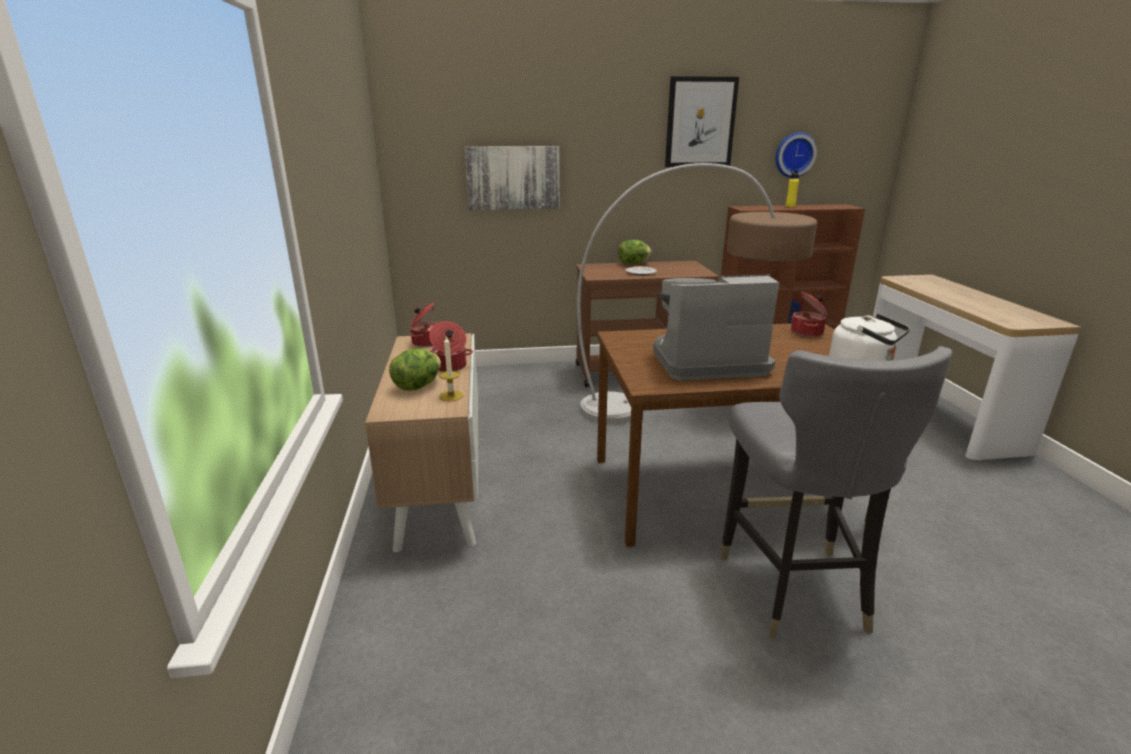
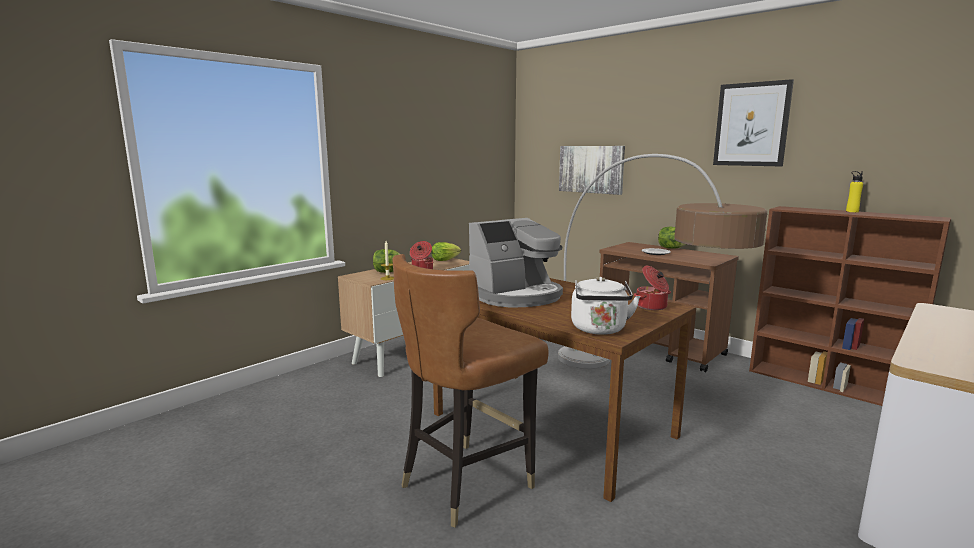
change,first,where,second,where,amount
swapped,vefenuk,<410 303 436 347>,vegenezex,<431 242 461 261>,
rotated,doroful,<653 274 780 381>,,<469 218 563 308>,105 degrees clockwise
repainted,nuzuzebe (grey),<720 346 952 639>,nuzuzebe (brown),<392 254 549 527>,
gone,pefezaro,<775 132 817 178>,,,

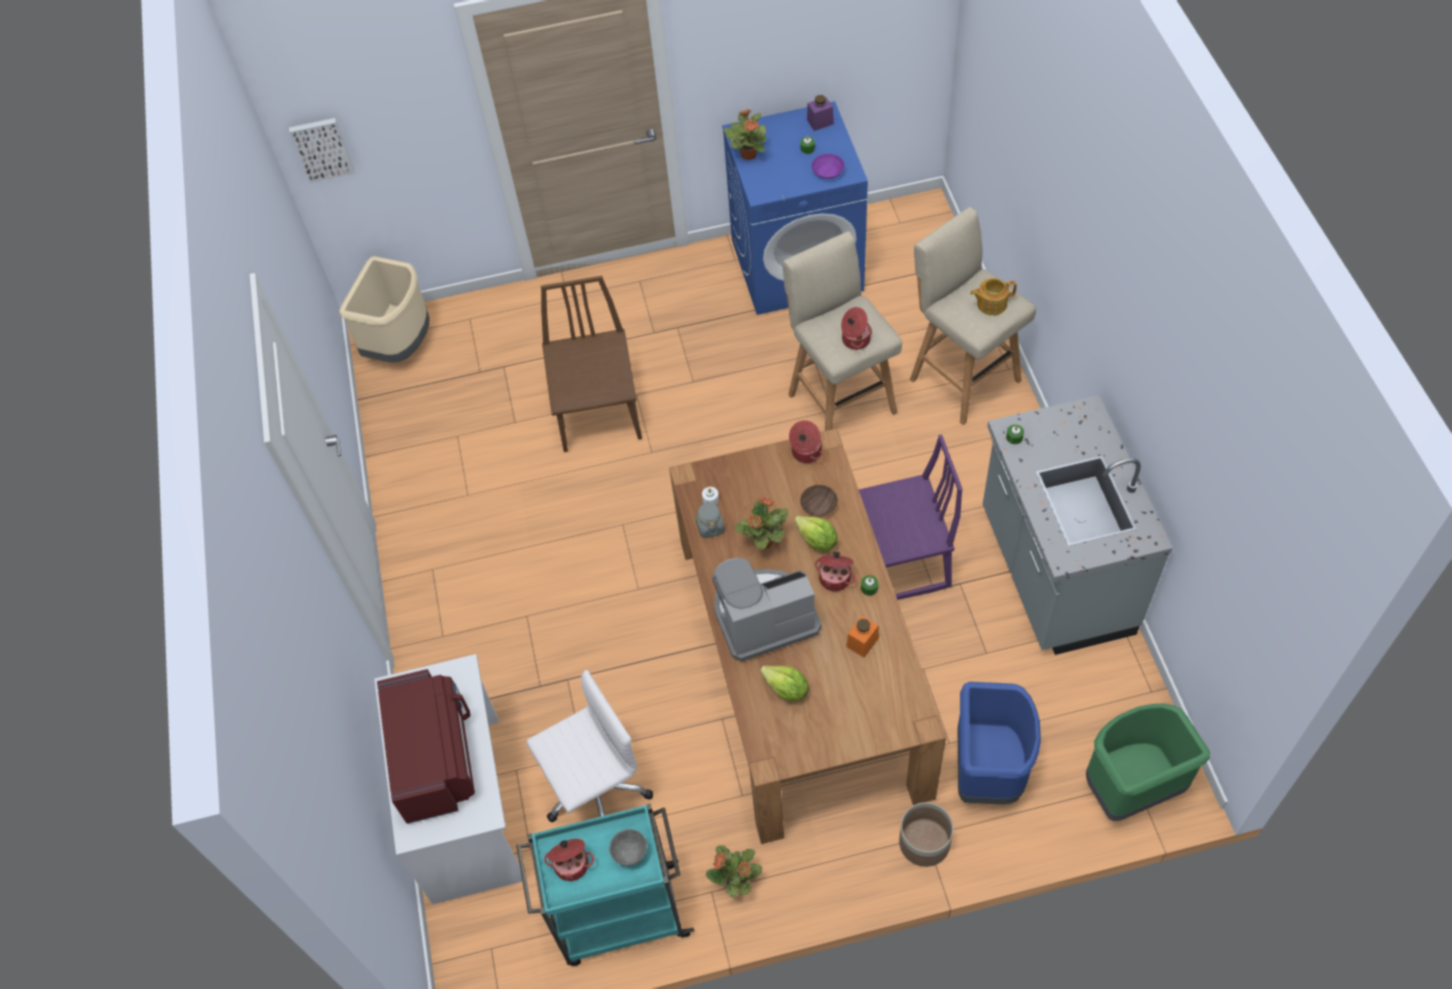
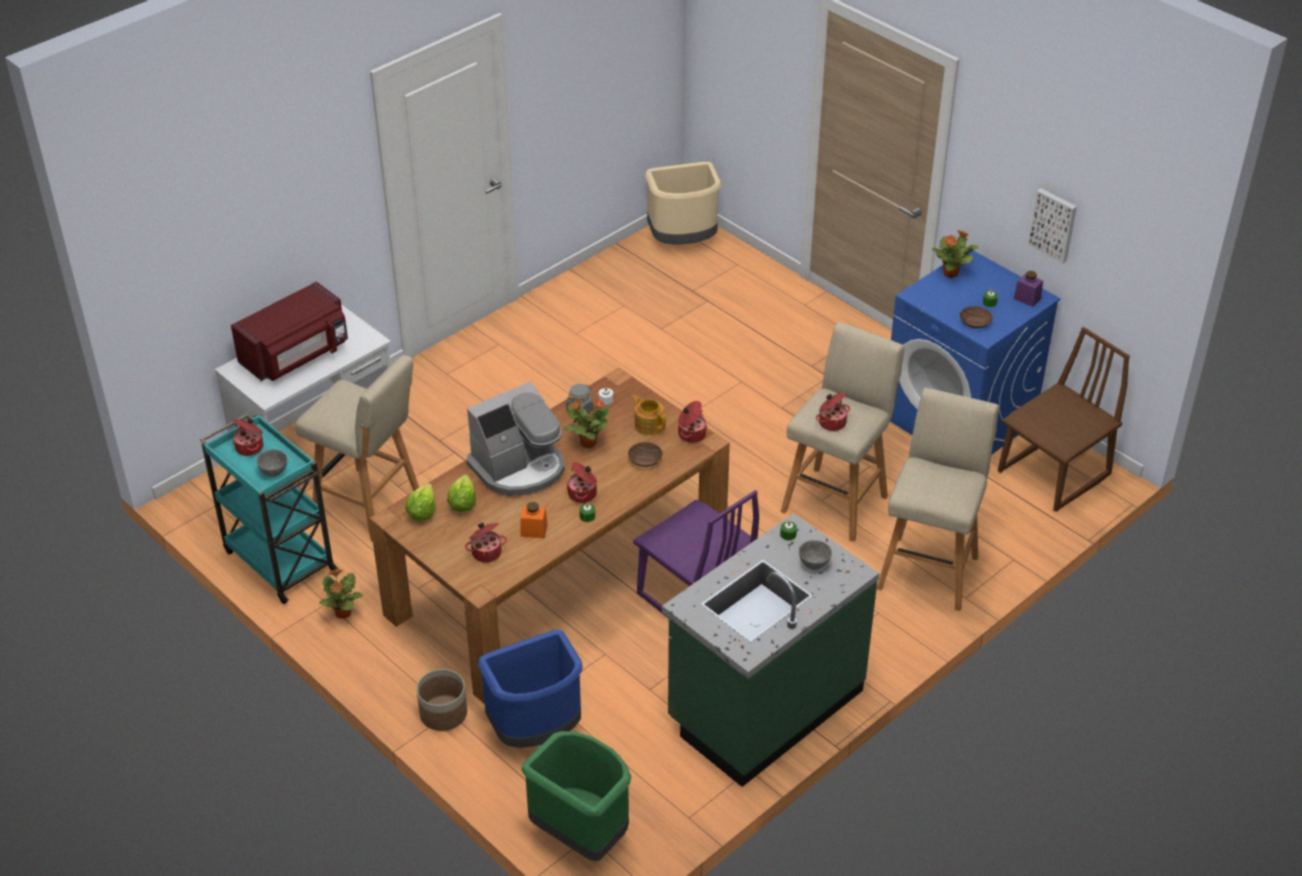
change,first,where,second,where,amount
shifted,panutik,<289 118 355 183>,,<1028 188 1077 263>,
swapped,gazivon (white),<526 669 653 822>,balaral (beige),<295 355 419 542>,
shifted,nuzuzebe (brown),<541 276 642 452>,,<998 327 1130 512>,
rotated,doroful,<712 558 821 661>,,<466 382 565 496>,105 degrees clockwise
shifted,vegenezex,<794 516 838 551>,,<405 483 436 521>,
repainted,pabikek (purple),<811 154 845 179>,pabikek (brown),<960 306 993 329>,
shifted,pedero,<970 278 1017 315>,,<632 395 666 435>,
repainted,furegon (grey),<983 395 1173 655>,furegon (green),<662 513 880 787>,
new,,,vefenuk,<465 522 507 562>,
new,,,pabikek (grey),<799 540 832 570>,

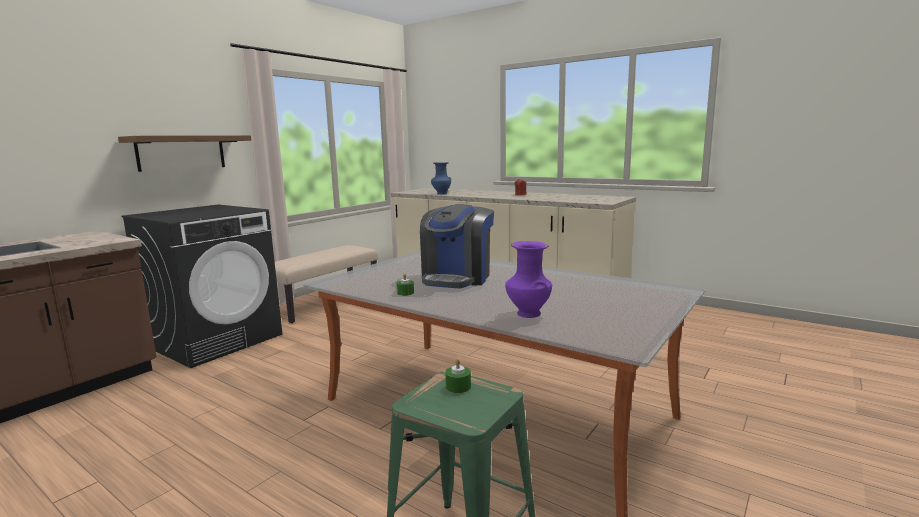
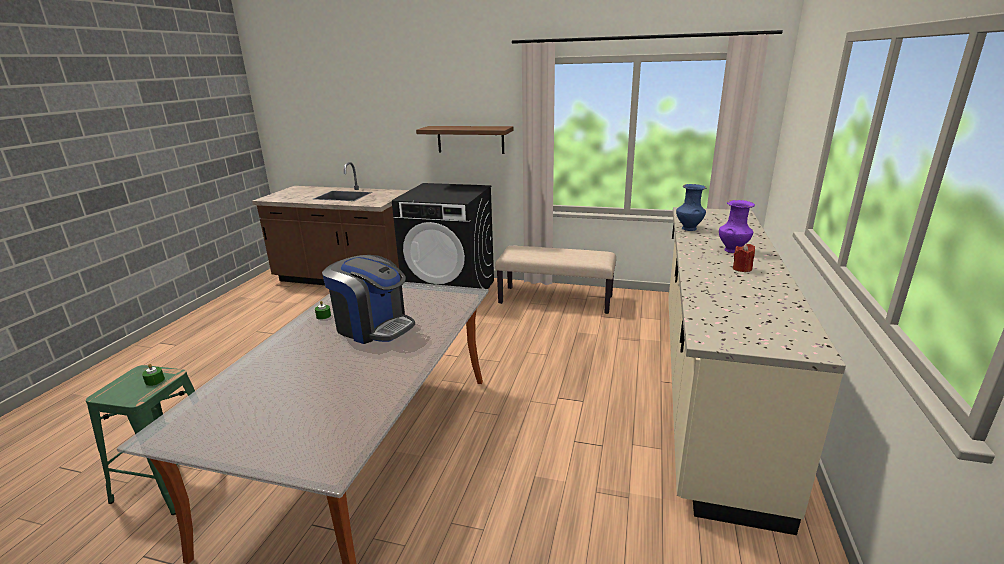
change,first,where,second,where,amount
rotated,doroful,<420 204 494 288>,,<322 255 415 344>,150 degrees counterclockwise
shifted,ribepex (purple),<505 241 552 318>,,<719 200 755 253>,

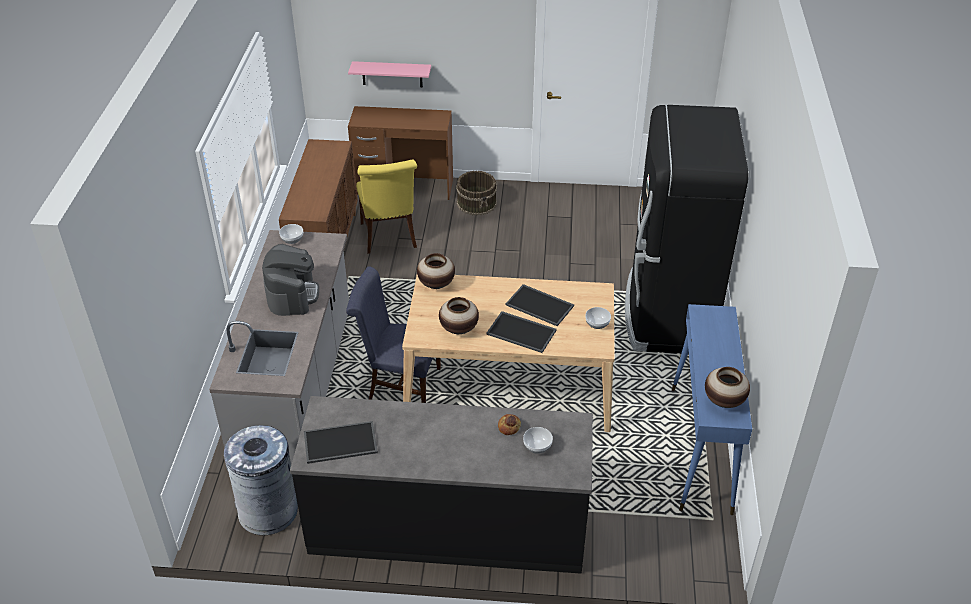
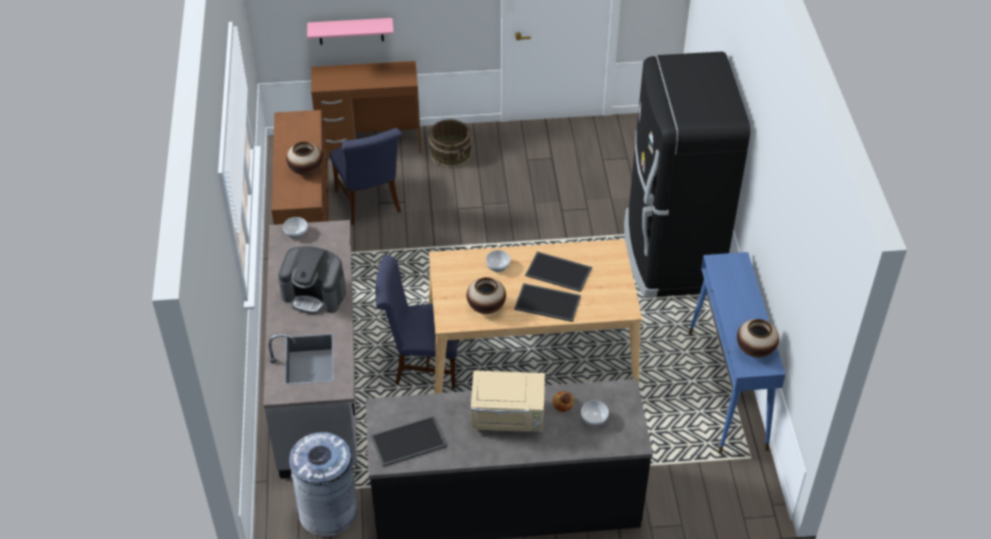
change,first,where,second,where,amount
rotated,doroful,<262 244 319 316>,,<278 246 346 314>,120 degrees clockwise
repainted,nuzuzebe (yellow),<356 159 417 254>,nuzuzebe (blue),<330 128 402 225>,
shifted,ribepex,<417 253 455 289>,,<286 141 322 175>,
shifted,pabikek,<585 307 611 329>,,<486 250 510 272>,
new,,,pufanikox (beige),<471 370 545 432>,

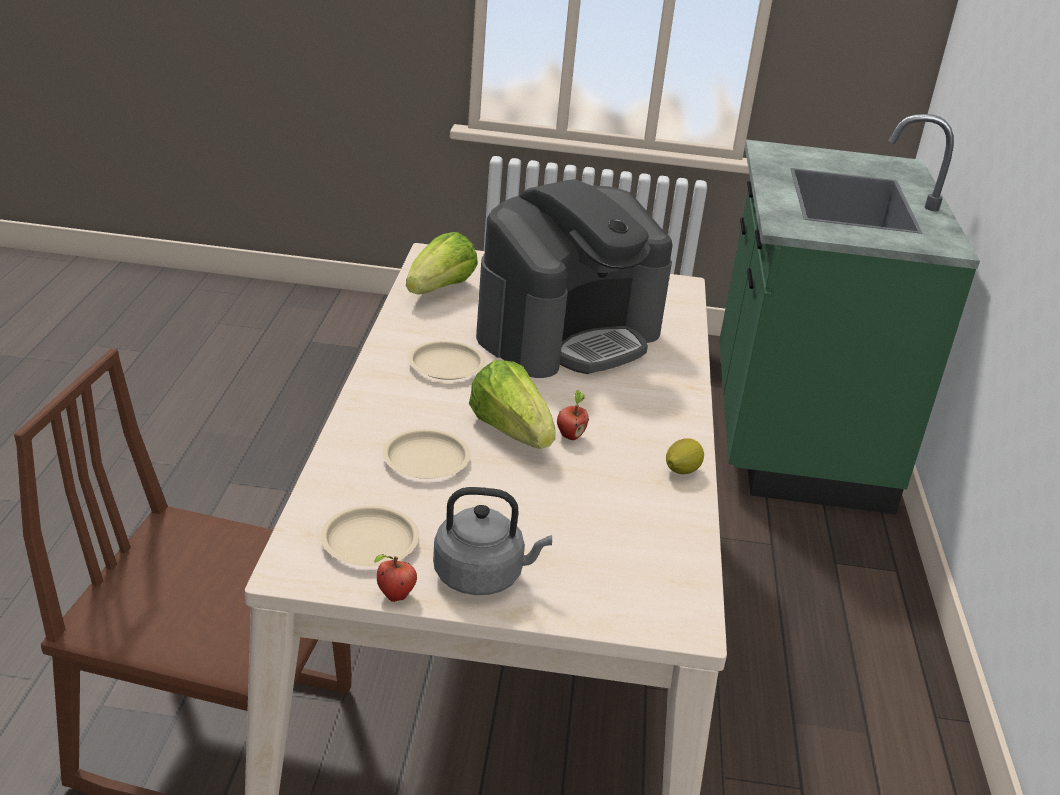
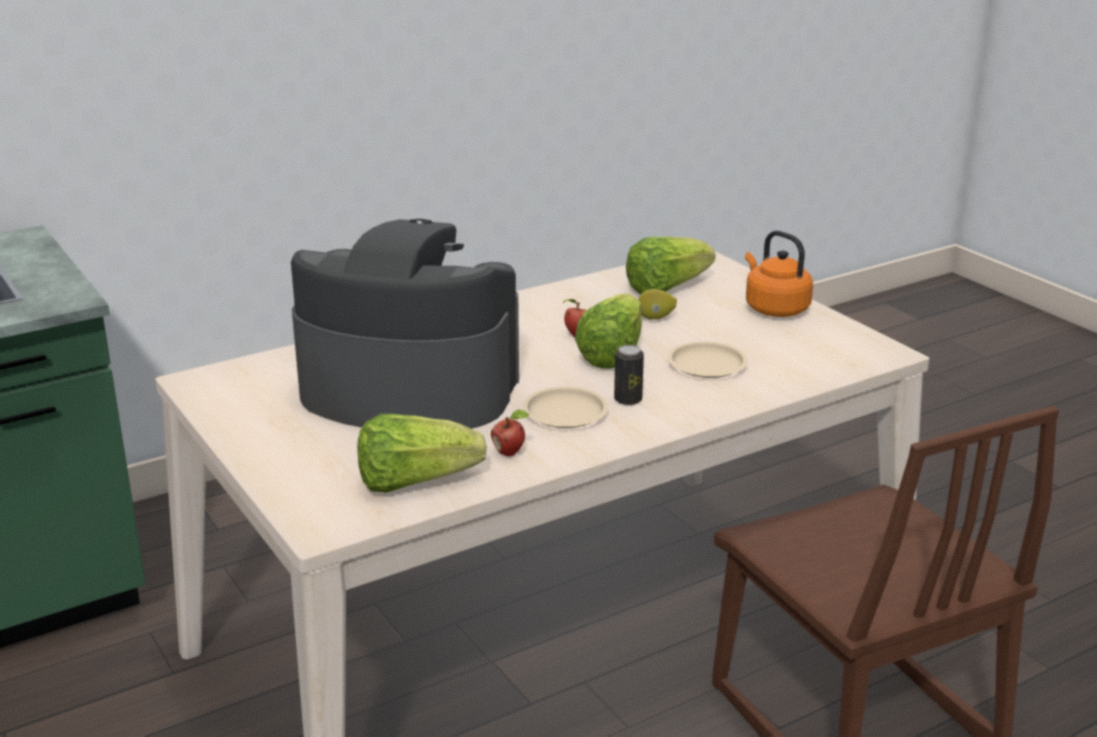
change,first,where,second,where,amount
gone,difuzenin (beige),<321 505 419 567>,,,
shifted,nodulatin,<374 554 417 602>,,<491 410 530 456>,
repainted,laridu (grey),<433 487 552 595>,laridu (orange),<745 231 813 317>,
shifted,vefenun,<666 438 704 474>,,<638 289 677 320>,
new,,,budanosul,<614 345 644 405>,
new,,,vegenezex,<626 237 715 294>,

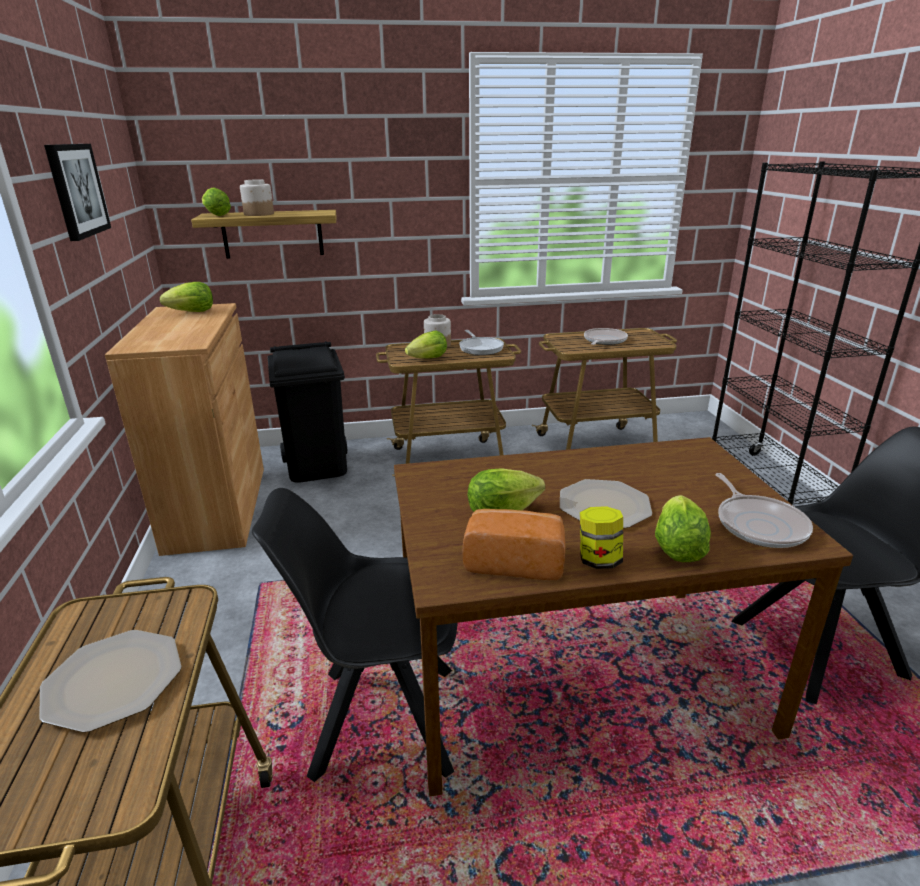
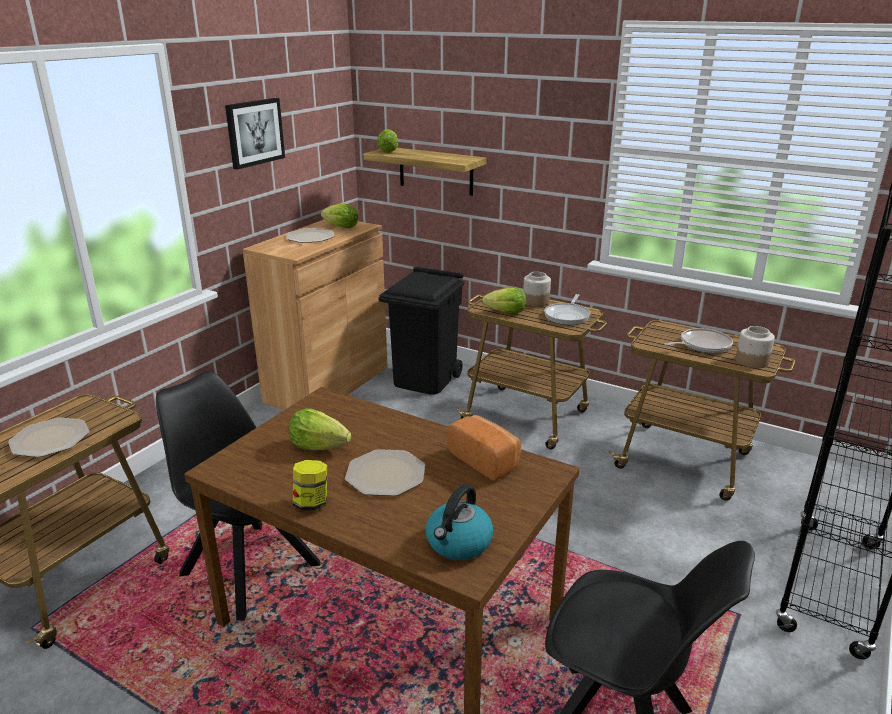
change,first,where,second,where,amount
shifted,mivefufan,<240 179 274 216>,,<736 326 775 368>,
shifted,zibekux,<462 509 565 580>,,<447 415 521 481>,
gone,vegenezex,<655 495 711 562>,,,
swapped,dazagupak,<716 473 813 548>,laridu,<425 484 493 560>,
new,,,difuzenin,<287 228 334 243>,

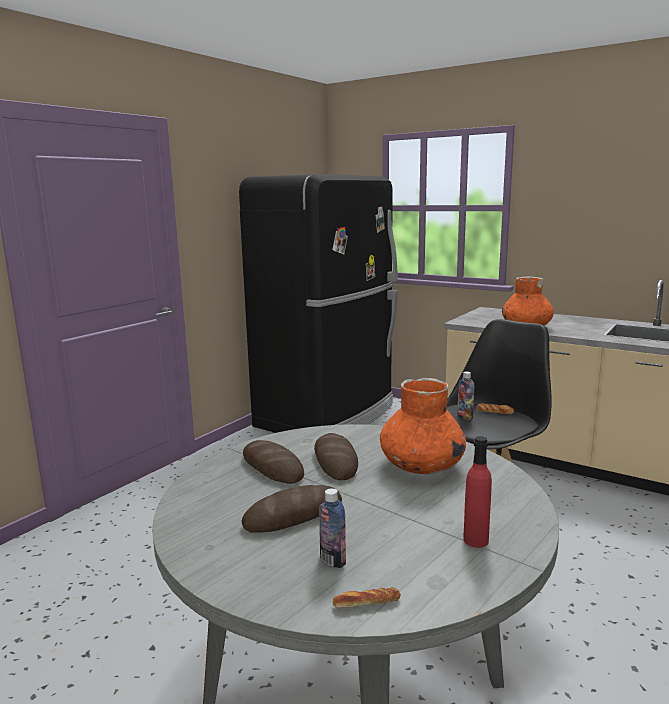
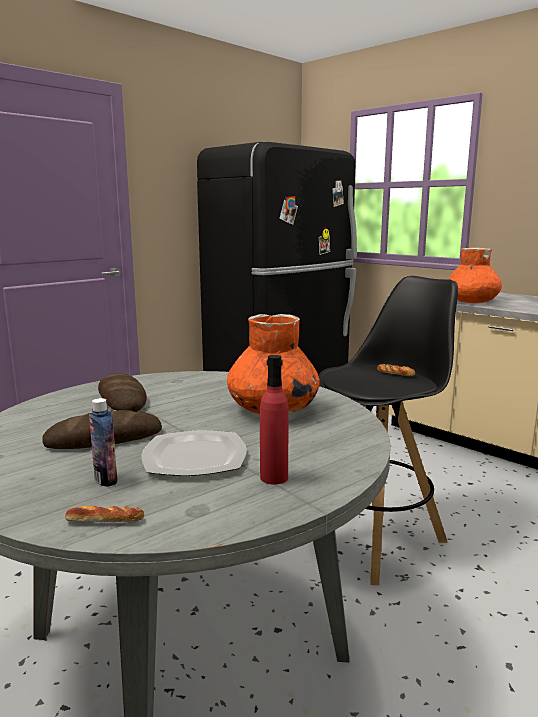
change,first,where,second,where,amount
gone,zibekux,<314 433 358 480>,,,
gone,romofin,<457 371 474 420>,,,
new,,,difuzenin,<142 431 247 476>,

